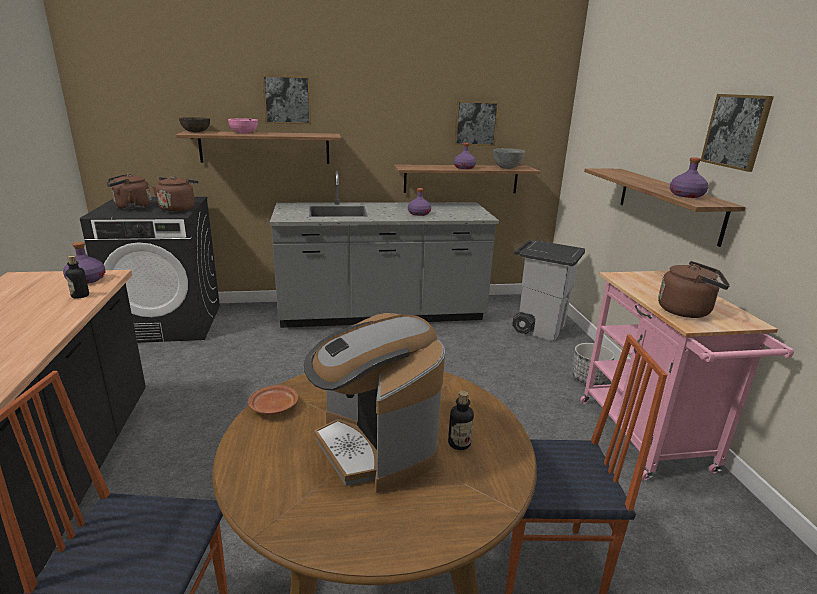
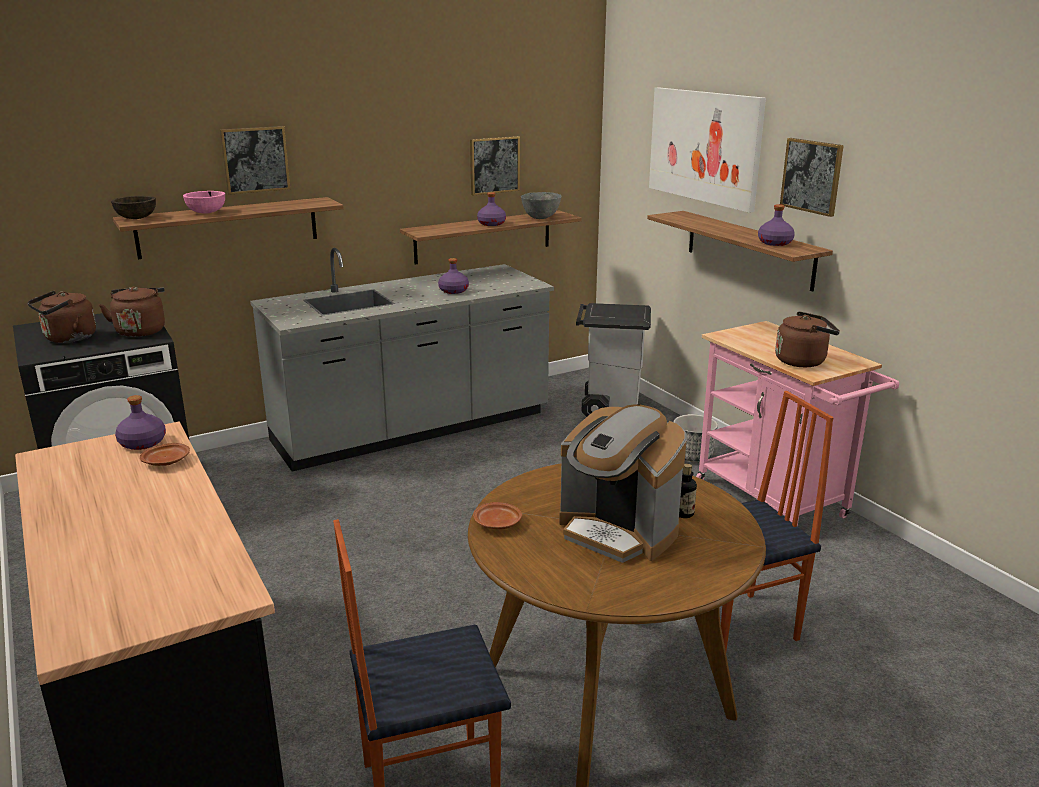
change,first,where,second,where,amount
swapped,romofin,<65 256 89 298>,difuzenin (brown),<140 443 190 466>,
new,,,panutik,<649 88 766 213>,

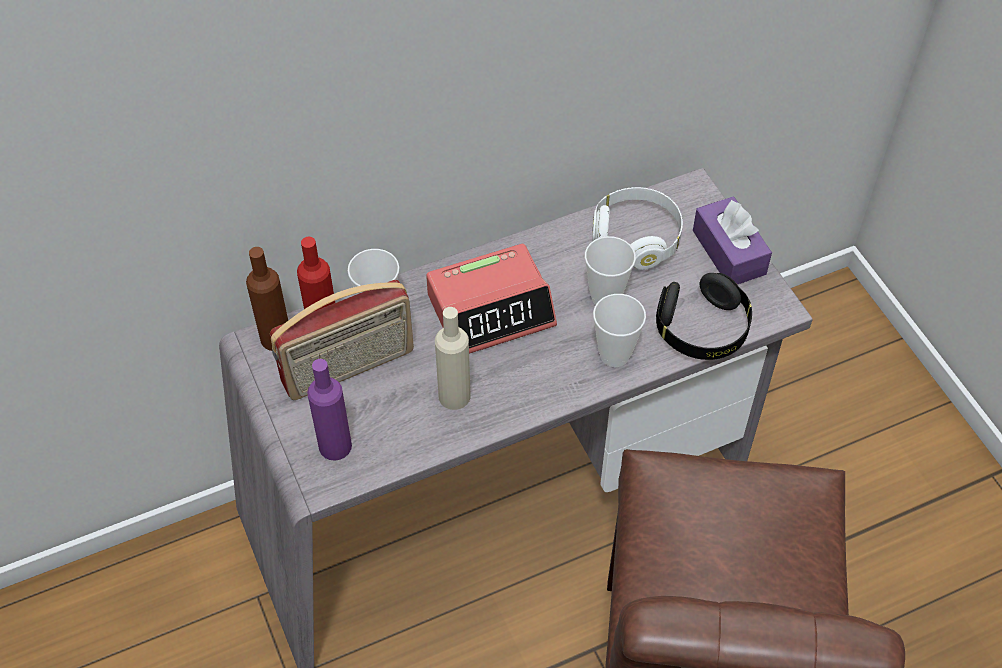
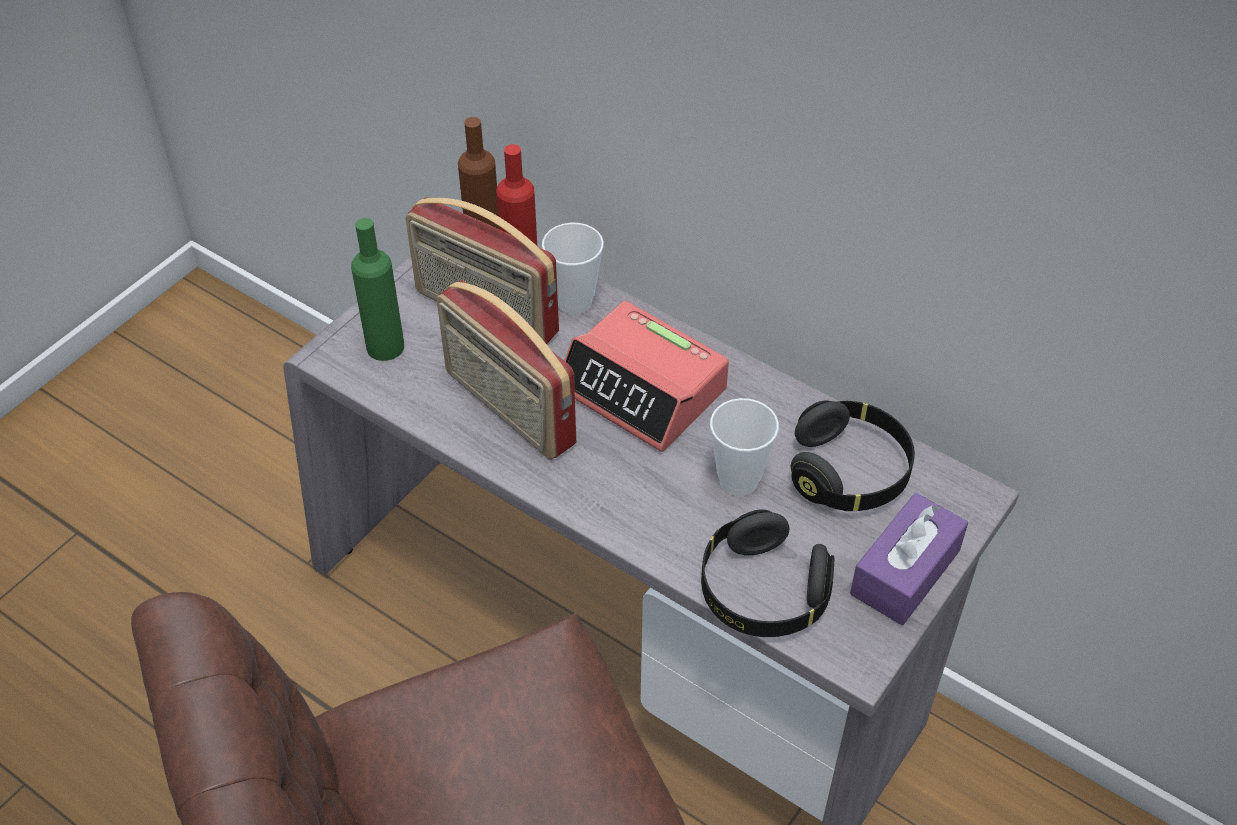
change,first,where,second,where,amount
repainted,romofin (purple),<307 359 352 461>,romofin (green),<351 218 404 361>,
swapped,romofin (beige),<435 307 471 410>,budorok,<437 280 576 460>,
repainted,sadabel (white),<592 187 683 270>,sadabel (black),<791 400 915 511>,
gone,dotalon,<593 294 646 367>,,,

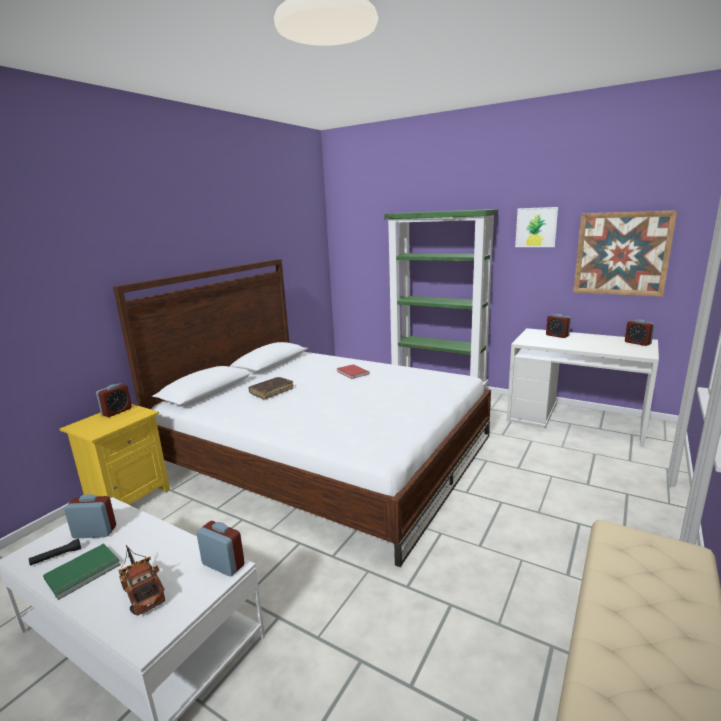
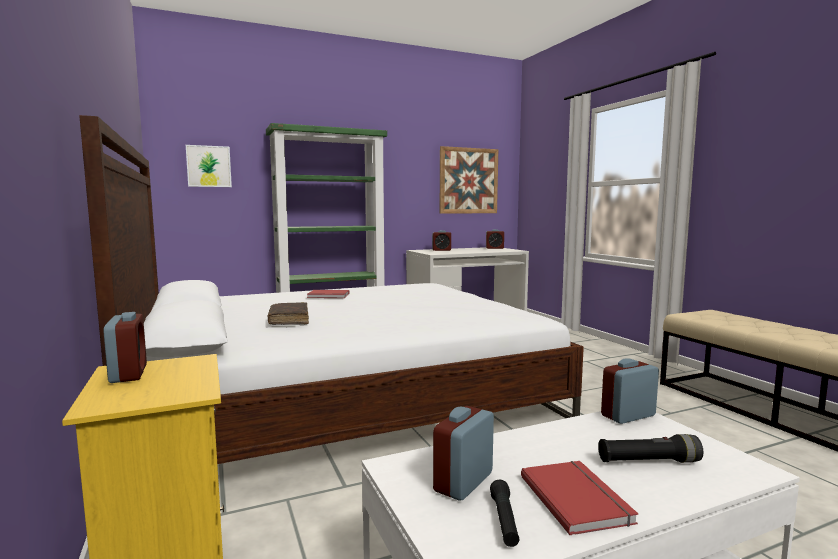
change,first,where,second,where,amount
repainted,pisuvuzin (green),<43 544 121 600>,pisuvuzin (red),<521 461 638 535>,
swapped,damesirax,<119 545 165 616>,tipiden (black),<598 434 703 463>,
shifted,panutik,<515 207 558 247>,,<186 145 232 187>,

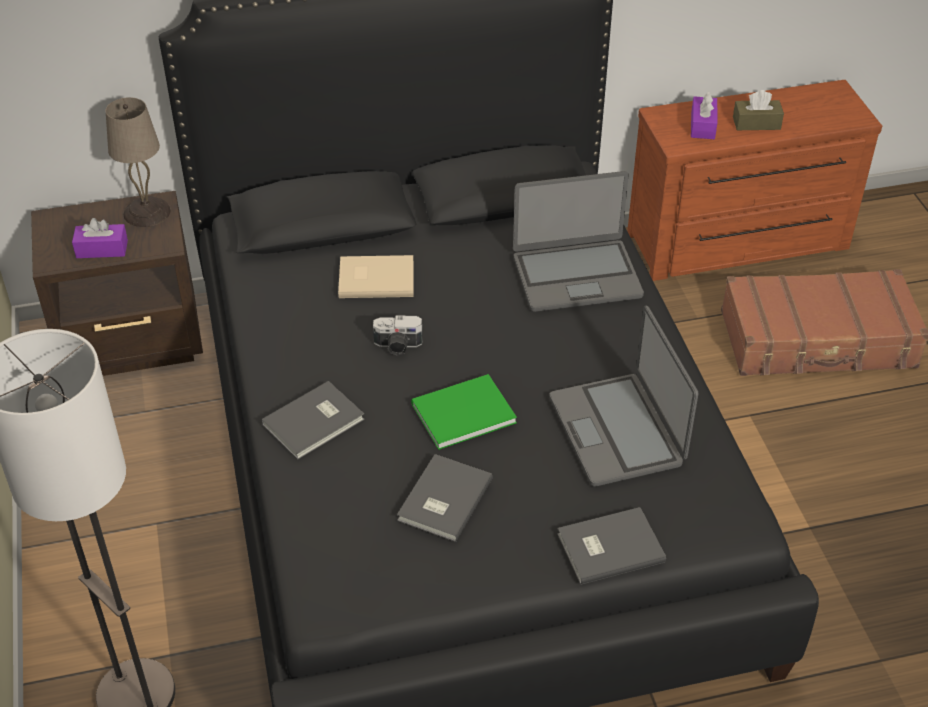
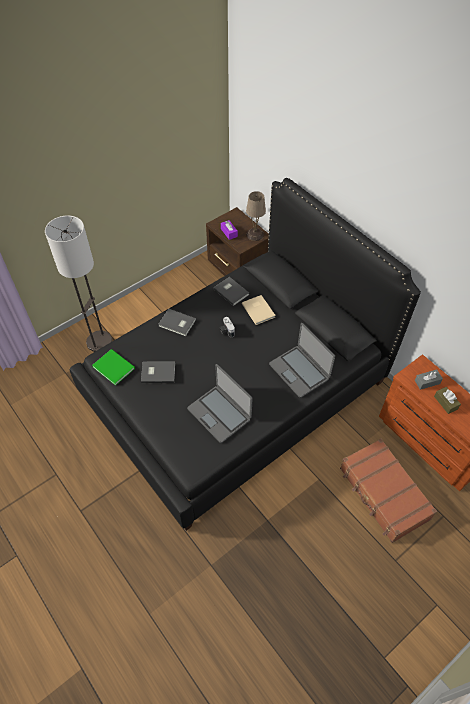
change,first,where,second,where,amount
shifted,pisuvuzin (green),<411 374 517 450>,,<92 349 135 386>,
rotated,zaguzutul,<549 306 698 487>,,<187 364 252 443>,90 degrees counterclockwise
shifted,pisuvuzin (grey),<557 507 666 585>,,<214 277 249 306>,
repainted,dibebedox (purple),<691 92 717 139>,dibebedox (grey),<415 369 443 390>,

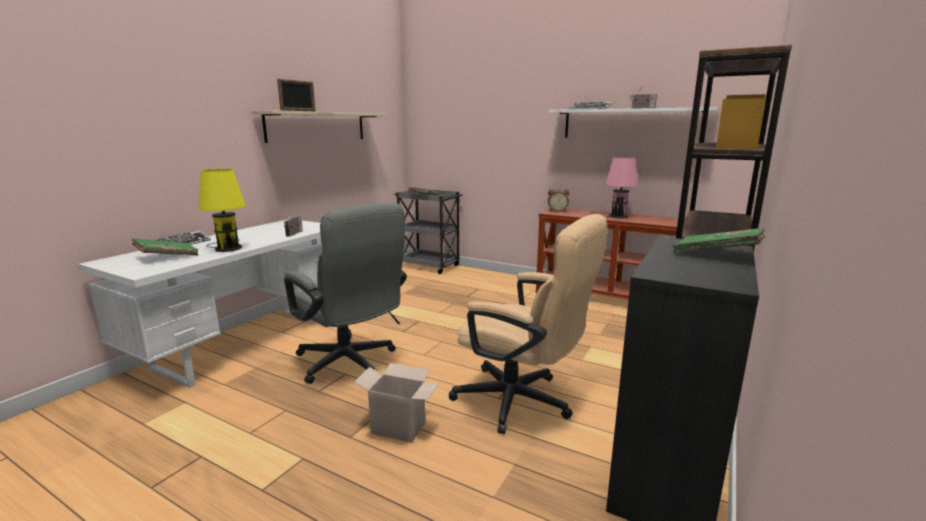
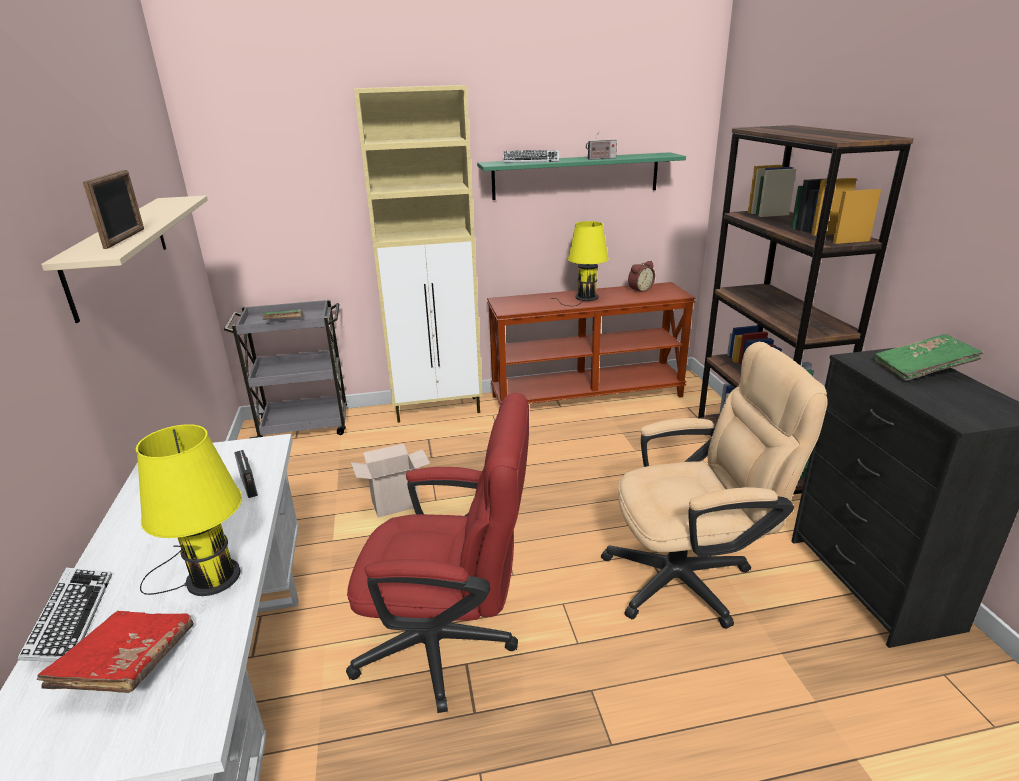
change,first,where,second,where,amount
repainted,pisuvuzin (green),<131 238 198 255>,pisuvuzin (red),<37 611 194 693>,
repainted,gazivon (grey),<284 202 407 384>,gazivon (red),<346 393 529 713>,
shifted,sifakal,<354 363 439 443>,,<351 444 430 517>,
shifted,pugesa,<548 189 569 212>,,<628 261 655 293>,
repainted,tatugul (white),<549 107 719 139>,tatugul (green),<477 152 686 200>,
repainted,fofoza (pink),<595 157 639 218>,fofoza (yellow),<551 221 609 306>,
new,,,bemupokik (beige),<354 85 483 423>,

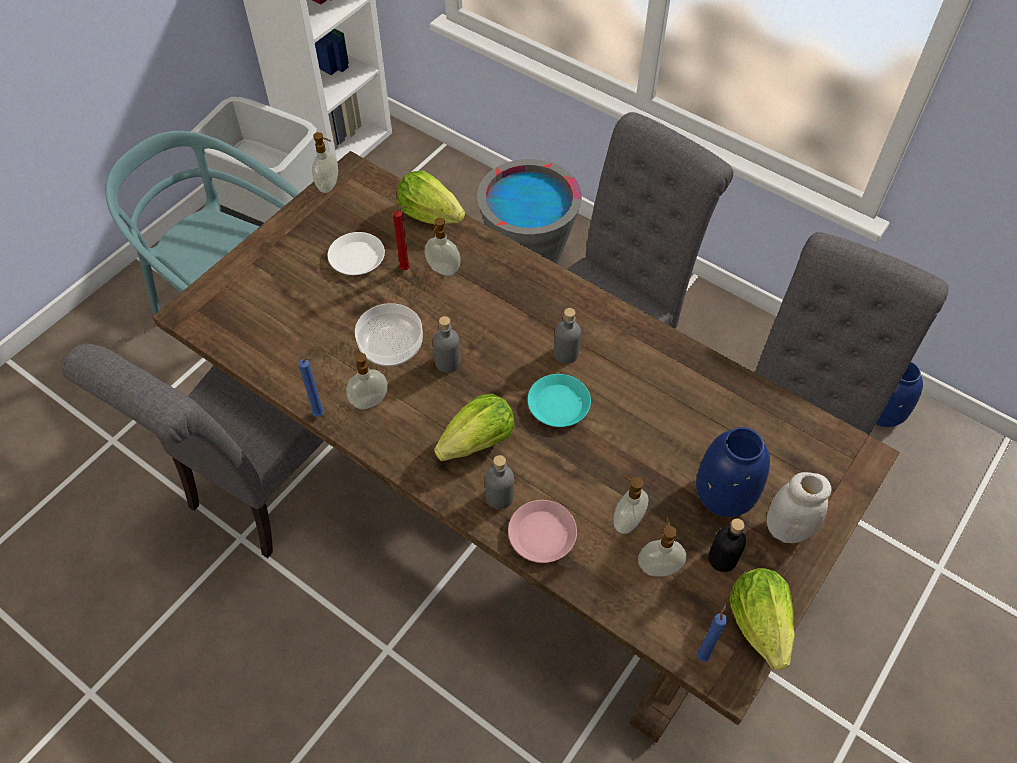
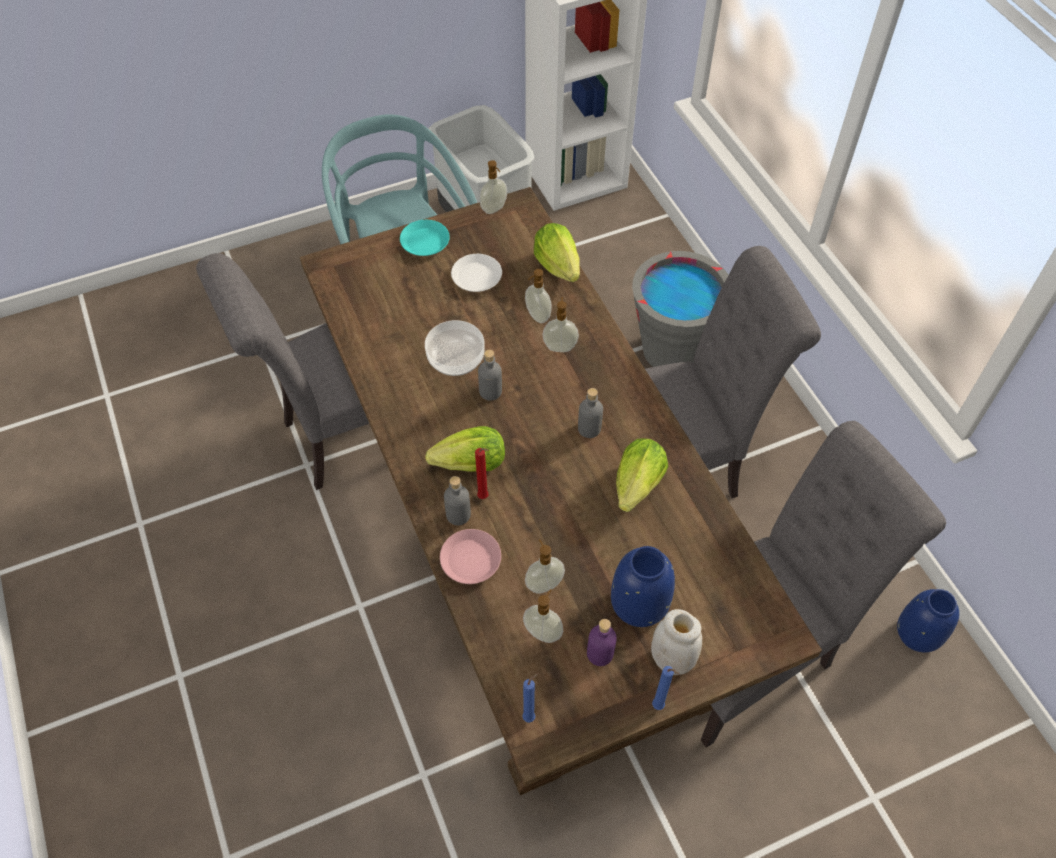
change,first,where,second,where,amount
shifted,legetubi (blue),<298 358 324 417>,,<652 666 679 710>,
shifted,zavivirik,<346 348 388 410>,,<542 297 579 352>,
shifted,legetubi (red),<393 206 410 270>,,<475 448 489 499>,
shifted,difuzenin (turquoise),<528 374 591 427>,,<400 220 450 256>,
repainted,romofin (black),<708 518 746 572>,romofin (purple),<587 619 617 666>,
shifted,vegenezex,<730 568 795 670>,,<616 438 668 512>,

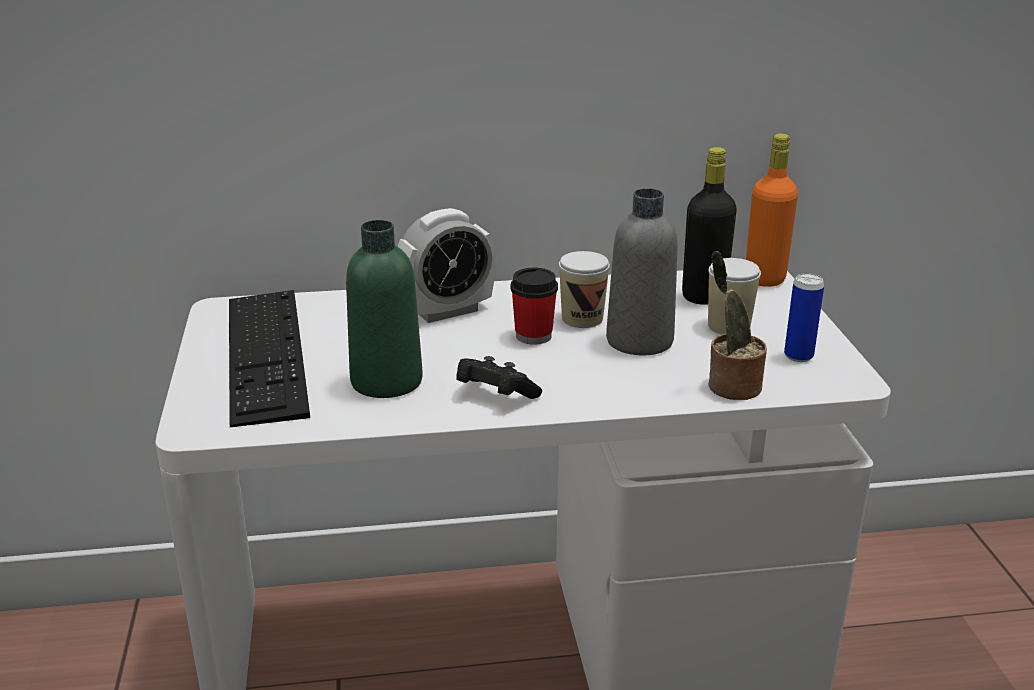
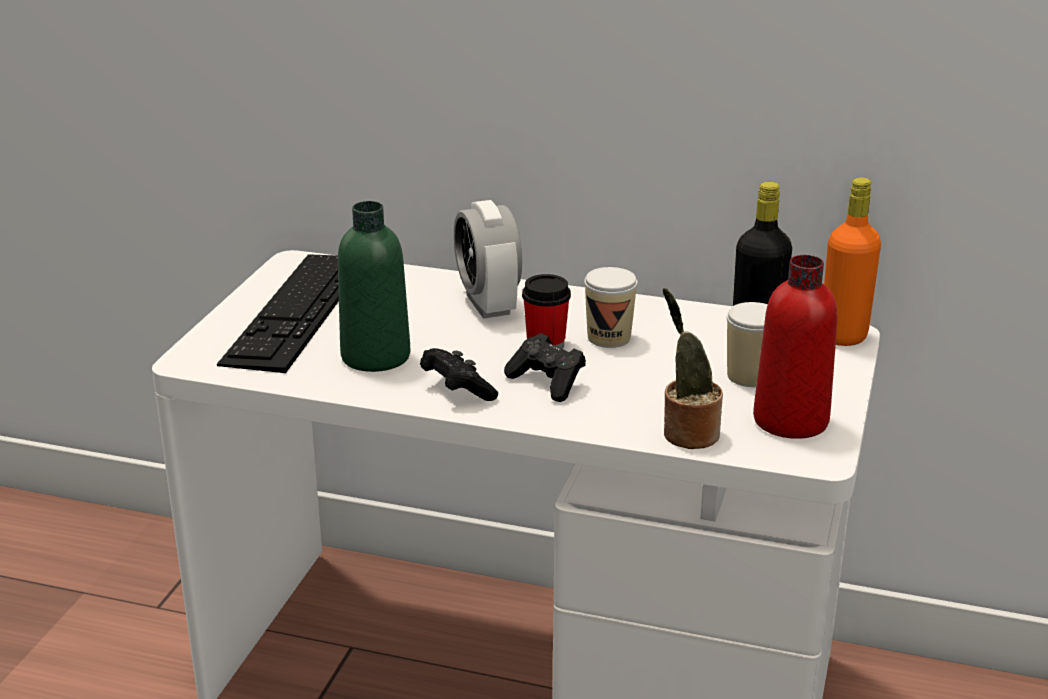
change,first,where,second,where,amount
rotated,pugesa,<397 208 496 323>,,<454 200 522 319>,75 degrees clockwise
gone,romofin (grey),<606 188 678 355>,,,
swapped,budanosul,<784 273 824 362>,romofin (red),<753 255 837 439>,
new,,,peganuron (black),<504 333 586 402>,

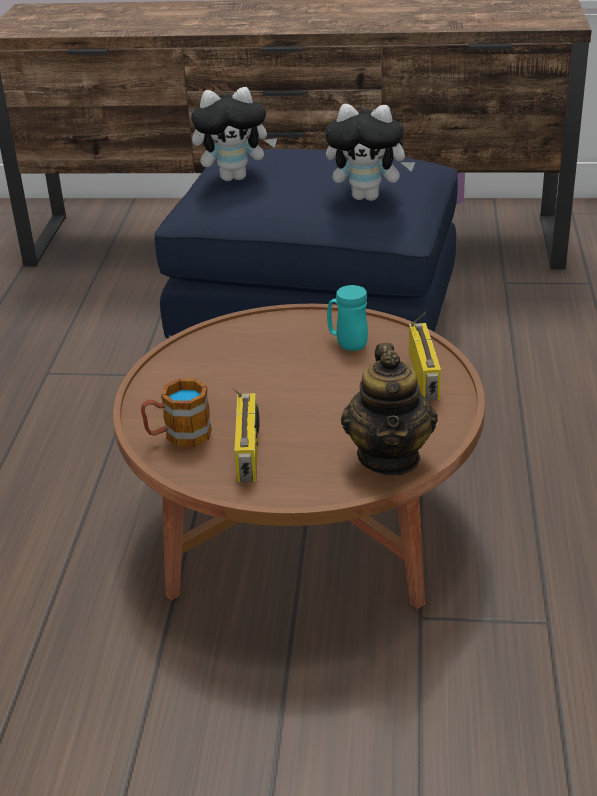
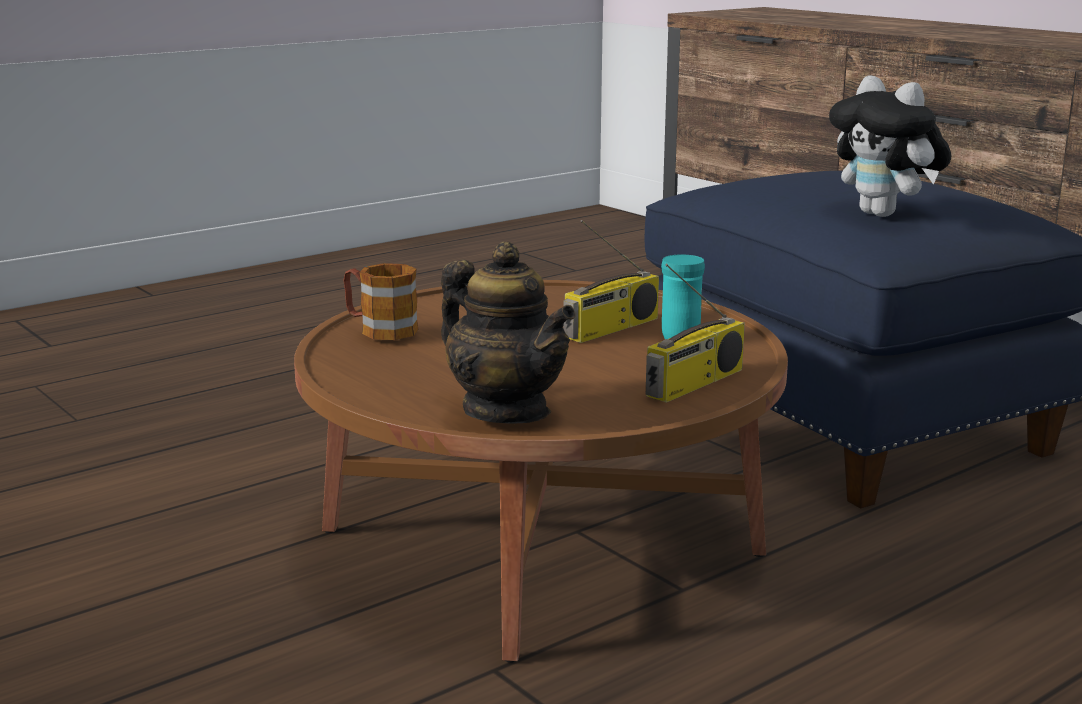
change,first,where,second,where,amount
gone,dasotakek,<191 87 277 181>,,,
shifted,budorok,<233 388 260 483>,,<563 220 659 343>,
rotated,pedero,<341 343 438 476>,,<441 242 576 424>,90 degrees counterclockwise

